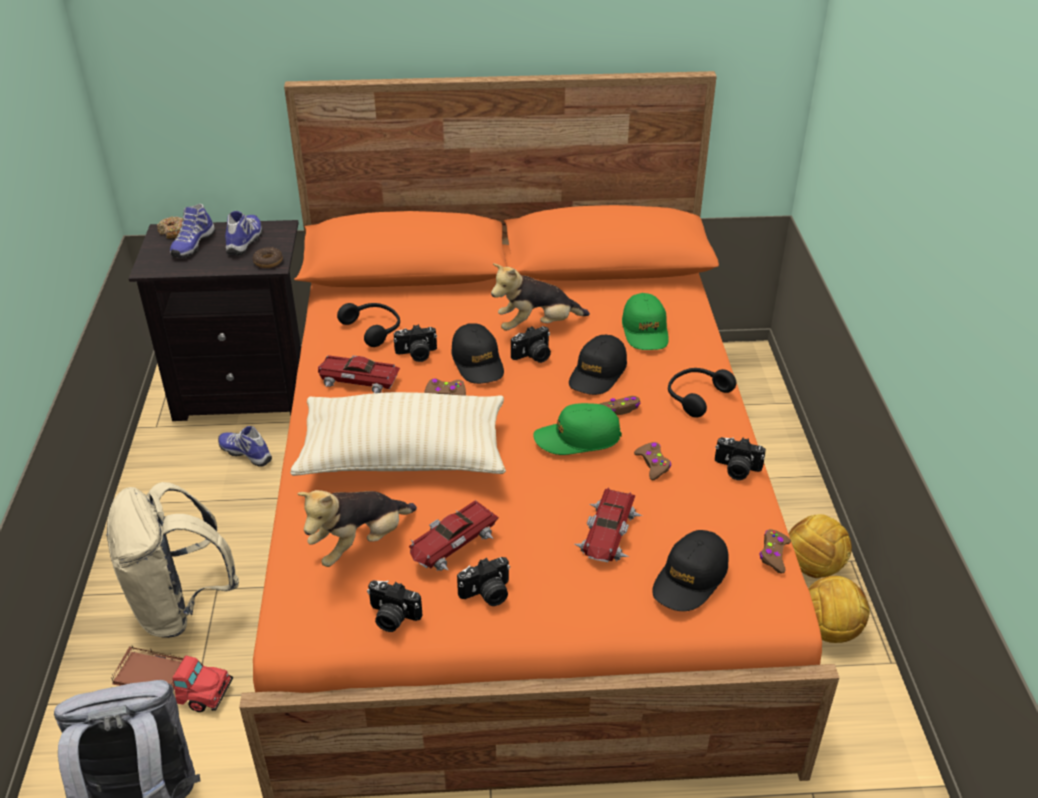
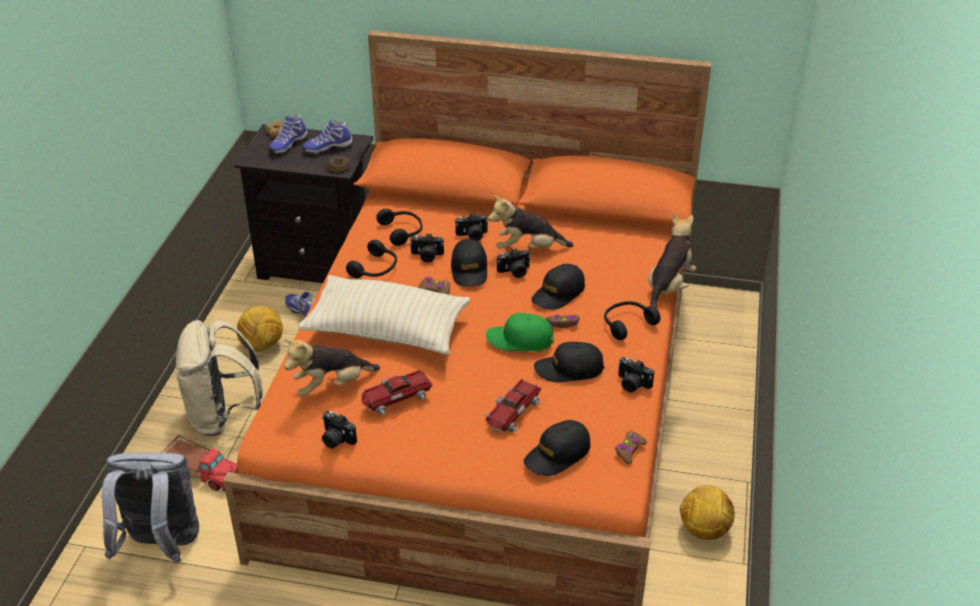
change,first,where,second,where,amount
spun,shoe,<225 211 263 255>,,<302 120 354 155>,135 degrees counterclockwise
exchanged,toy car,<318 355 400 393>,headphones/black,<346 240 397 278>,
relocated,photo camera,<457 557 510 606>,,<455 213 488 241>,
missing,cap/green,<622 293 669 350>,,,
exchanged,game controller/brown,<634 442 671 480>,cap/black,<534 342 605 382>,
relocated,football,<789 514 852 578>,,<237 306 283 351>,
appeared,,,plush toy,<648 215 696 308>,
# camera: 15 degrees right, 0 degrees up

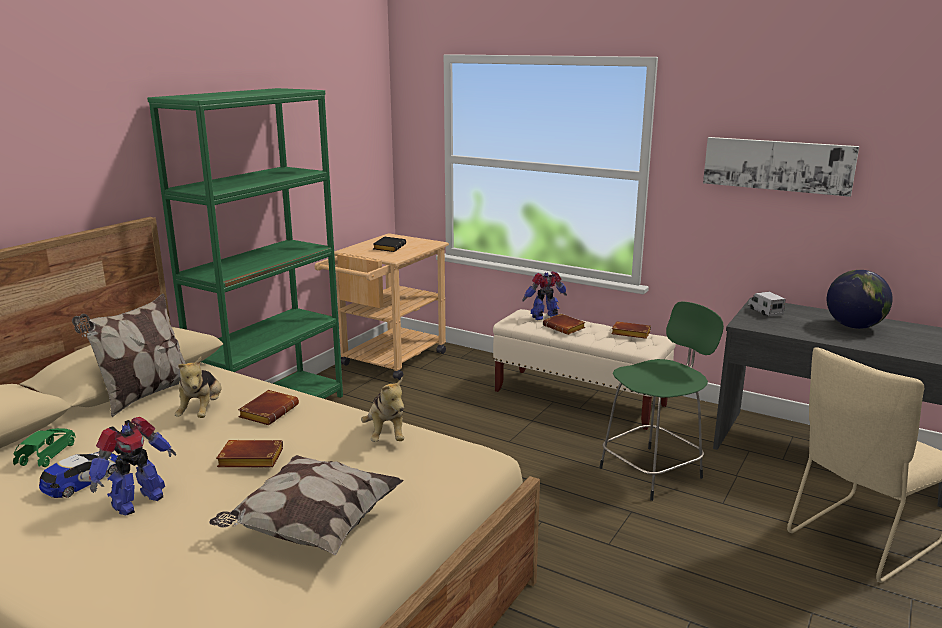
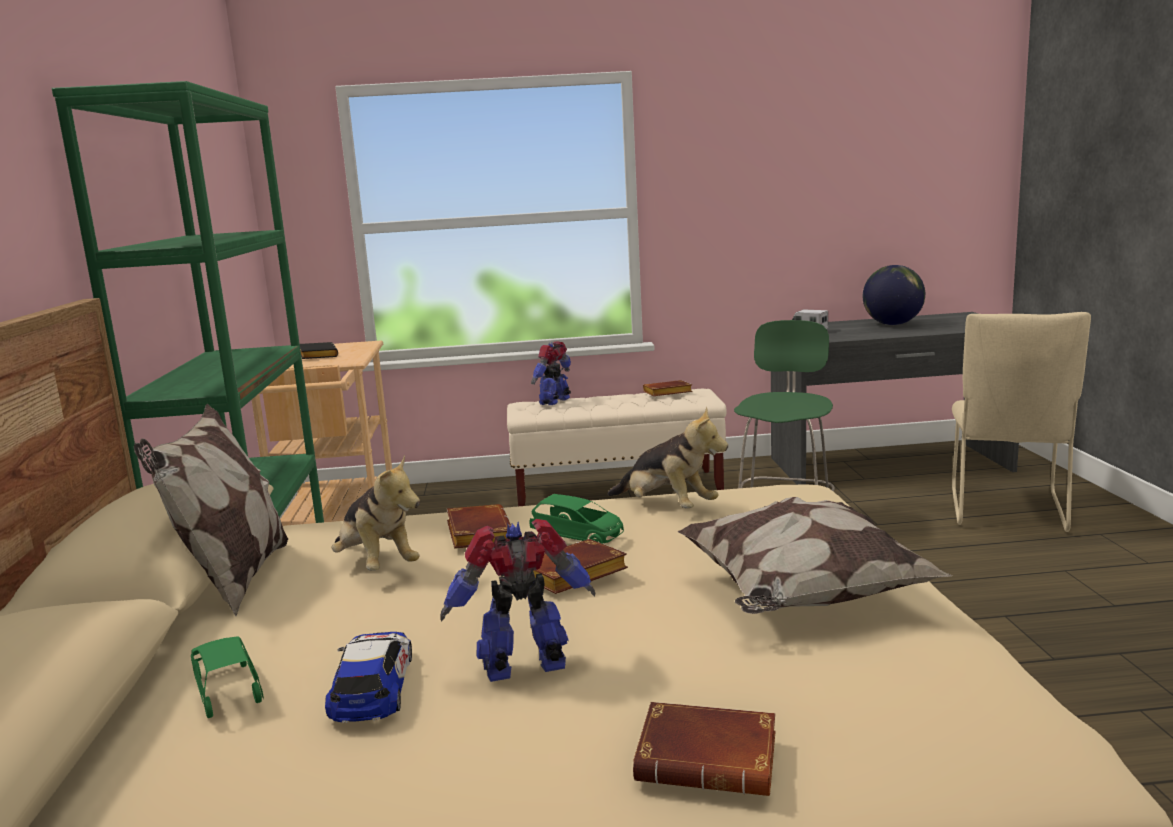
change,first,where,second,where,amount
spun,toy robot,<89 417 176 516>,,<440 519 595 682>,105 degrees counterclockwise
relocated,book/brown,<543 313 585 335>,,<633 702 776 796>,
missing,picture,<703 137 859 197>,,,
appeared,,,toy car/green,<529 494 624 544>,
# camera: 35 degrees left, 5 degrees down

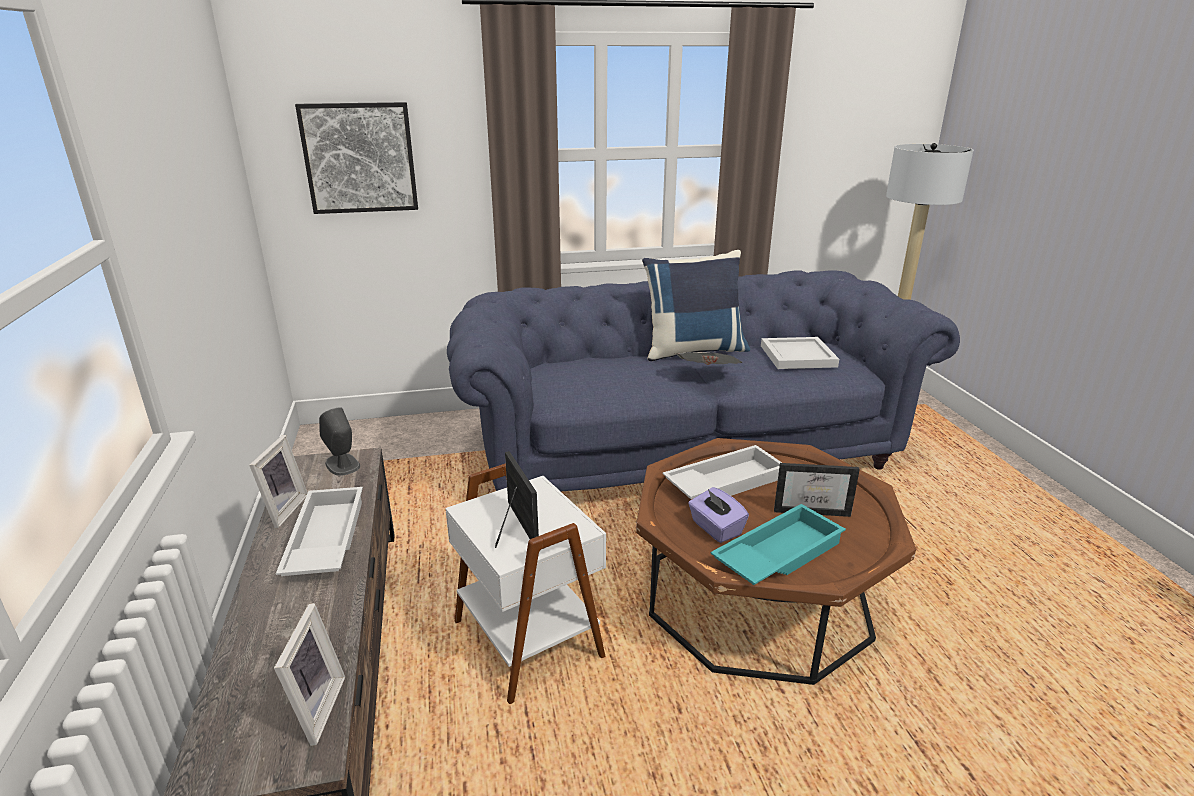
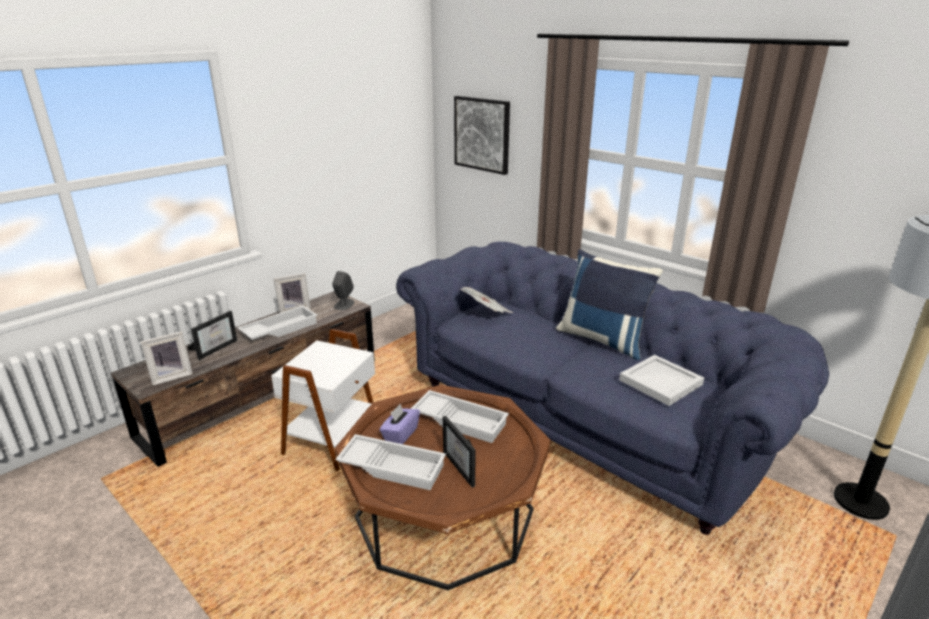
change,first,where,second,where,amount
relocated,picture frame,<495 451 539 548>,,<188 311 237 360>,
relocated,newspaper,<675 352 742 365>,,<461 287 513 313>,
colour,tray/turquoise,<710 504 846 585>,tray/white,<336 434 446 490>,
# camera: 55 degrees right, 0 degrees up

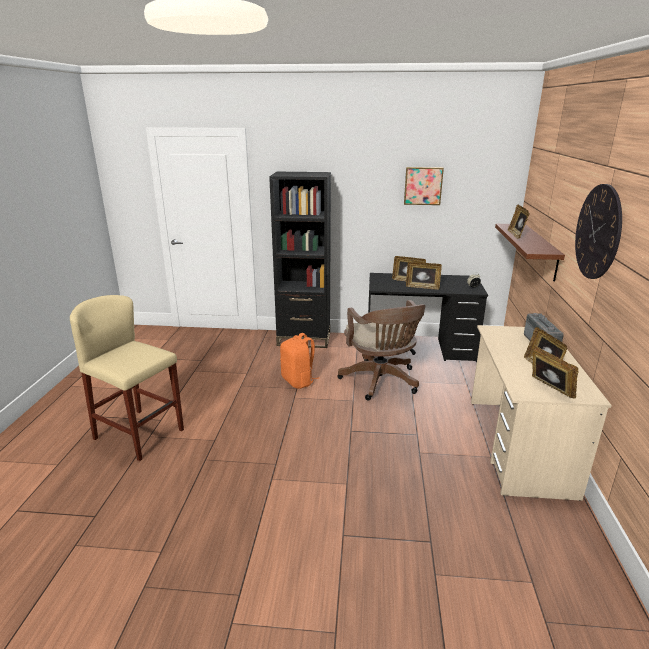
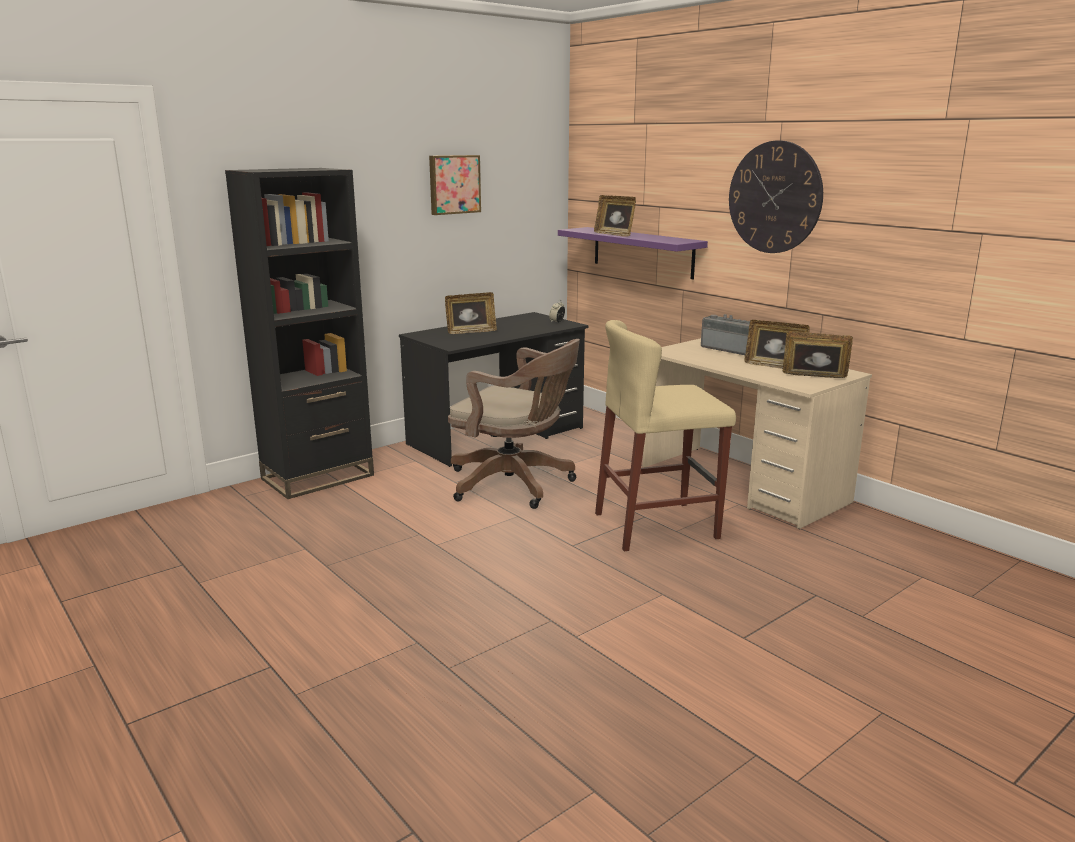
change,first,where,second,where,amount
relocated,stool/beige,<70 295 184 461>,,<595 320 736 551>,
missing,backpack/orange,<280 333 319 389>,,,
missing,picture frame,<406 262 442 290>,,,
colour,shelf/brown,<495 224 565 282>,shelf/purple,<558 227 708 279>,
# camera: 45 degrees left, 5 degrees down

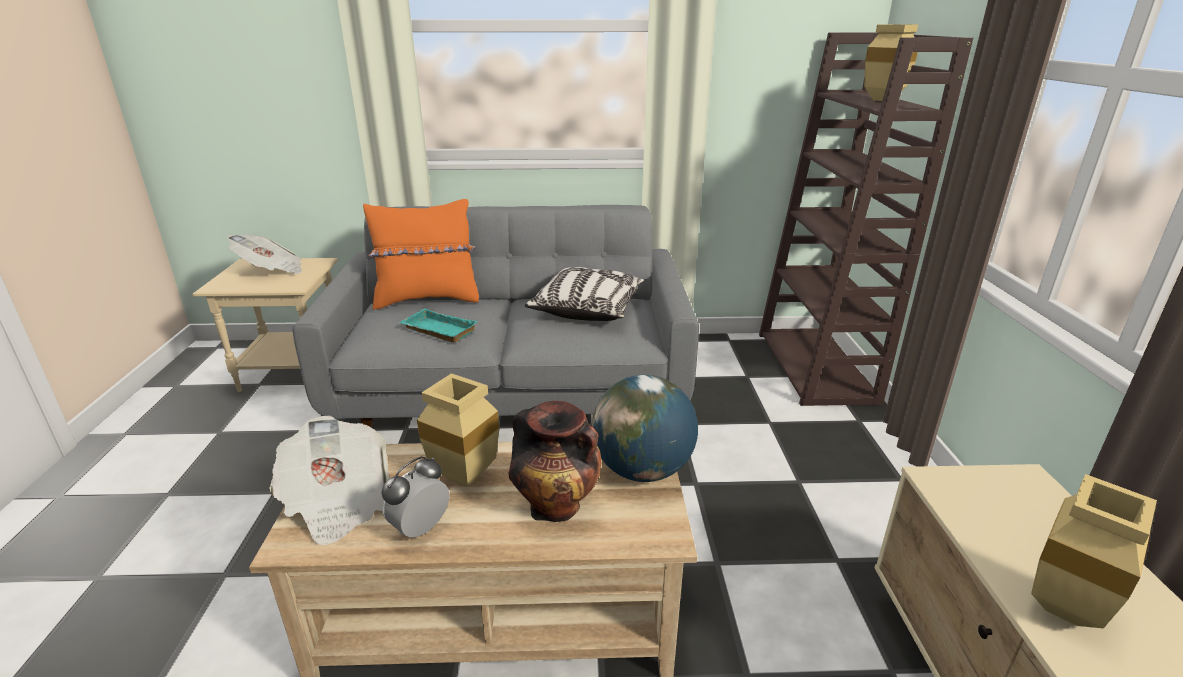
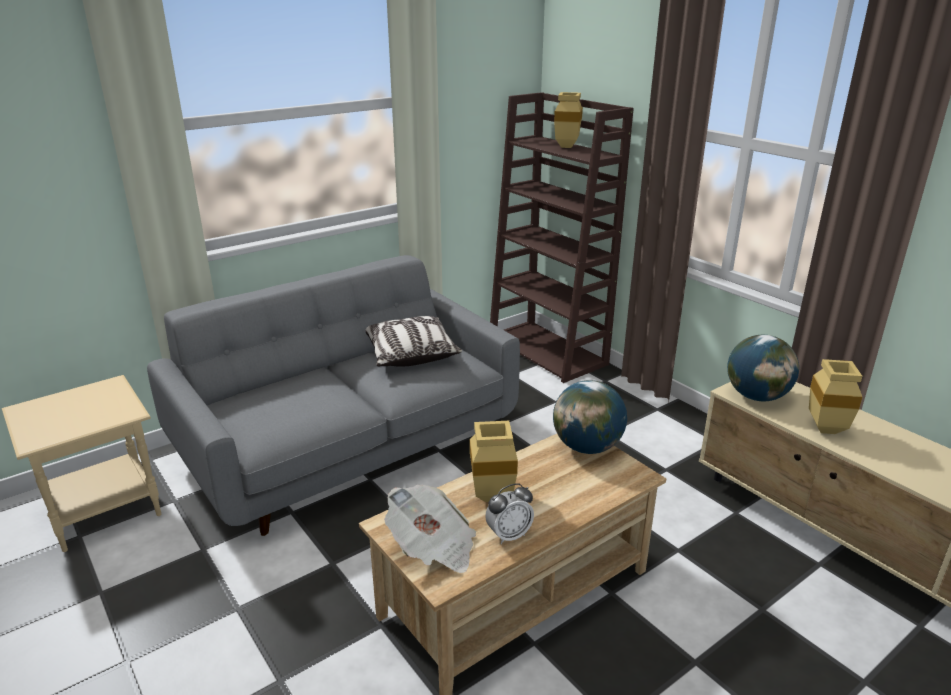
change,first,where,second,where,amount
missing,newspaper,<227 235 302 274>,,,
missing,pillow/orange,<363 199 479 310>,,,
spun,alarm clock,<382 457 450 537>,,<485 483 534 544>,120 degrees counterclockwise
missing,tray/turquoise,<399 308 478 343>,,,
missing,vase,<508 401 601 522>,,,
appeared,,,globe,<727 335 799 401>,
# camera: 35 degrees left, 0 degrees up

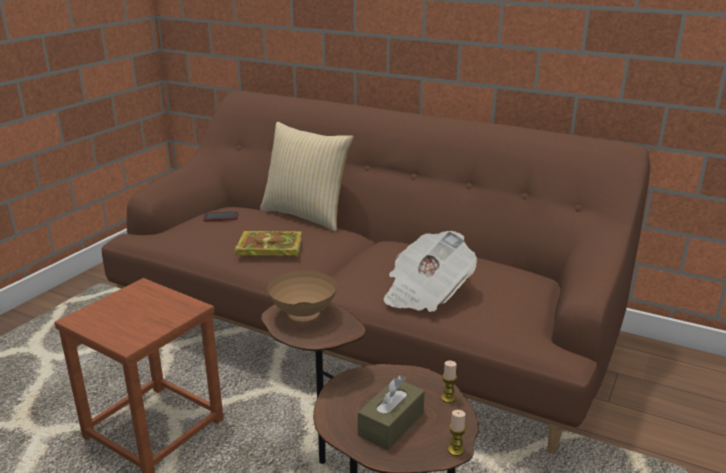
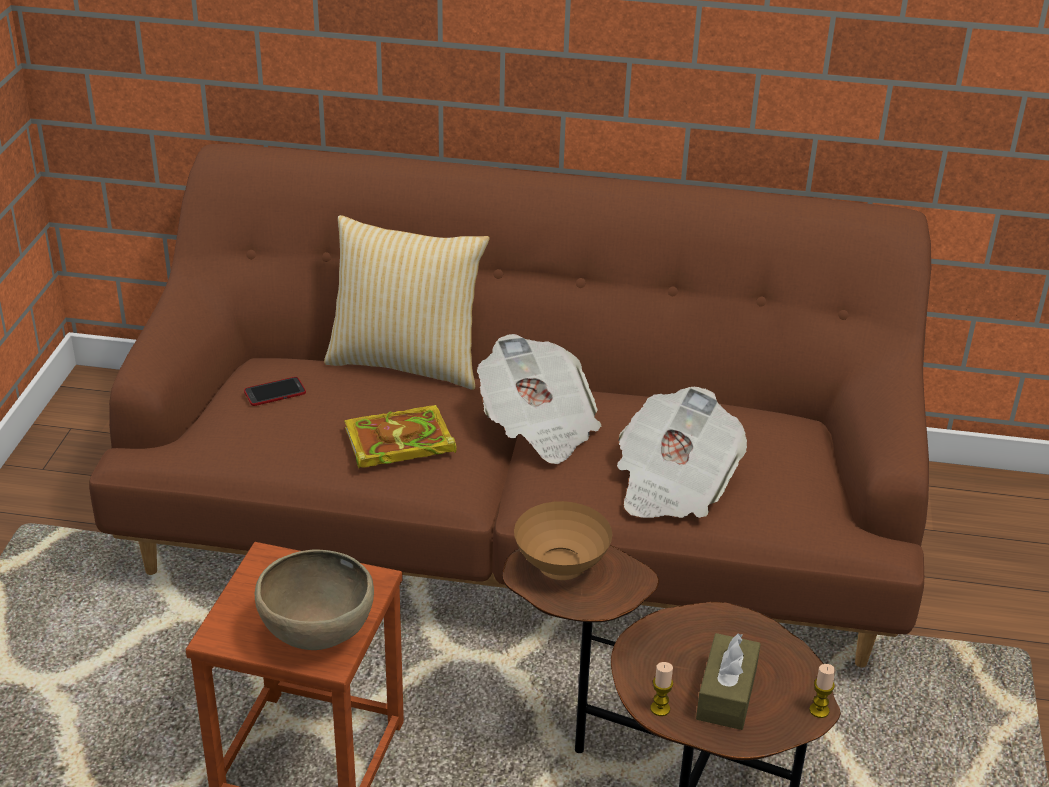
change,first,where,second,where,amount
relocated,candle,<441 361 457 403>,,<650 662 673 716>,
appeared,,,bowl/brown,<255 550 374 650>,
appeared,,,newspaper,<477 334 601 464>,
# camera: 20 degrees left, 10 degrees up

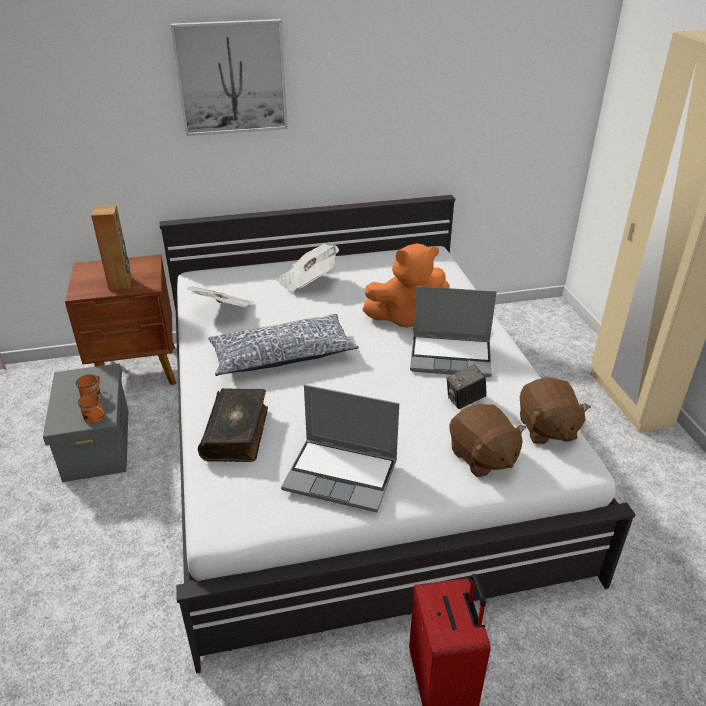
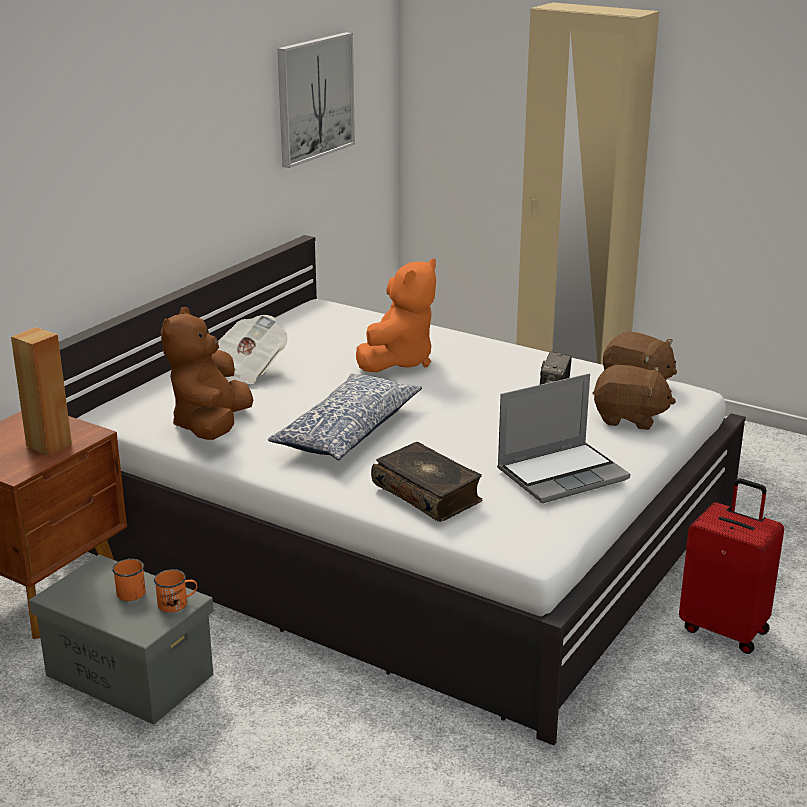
change,first,where,second,where,amount
relocated,picture,<171 19 287 136>,,<277 32 355 168>,
exchanged,newspaper,<187 287 255 308>,plush toy/brown,<161 307 253 440>,
missing,laptop,<410 286 497 377>,,,
# camera: 45 degrees left, 10 degrees down

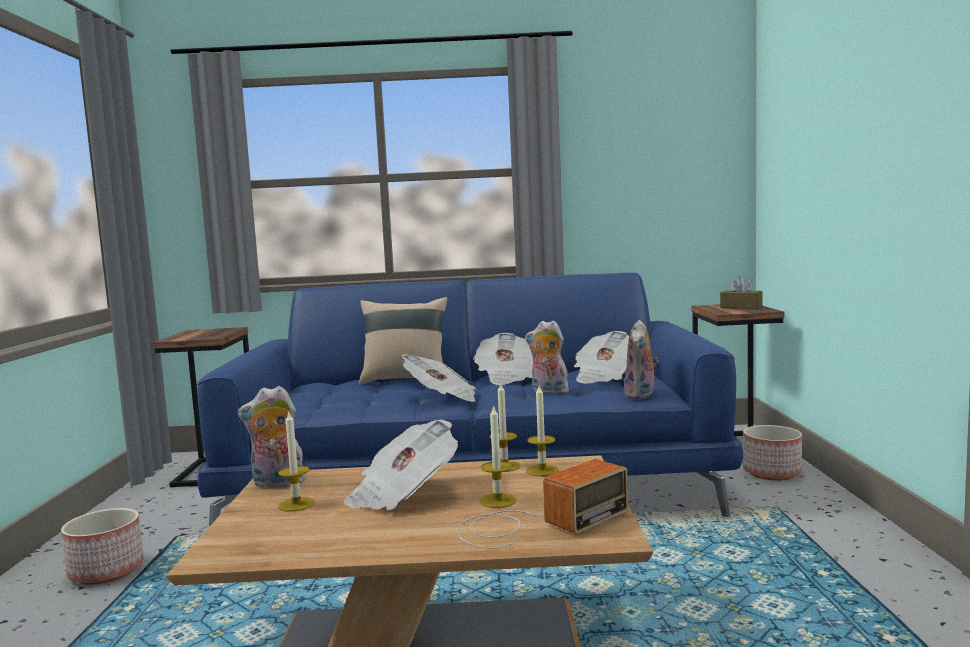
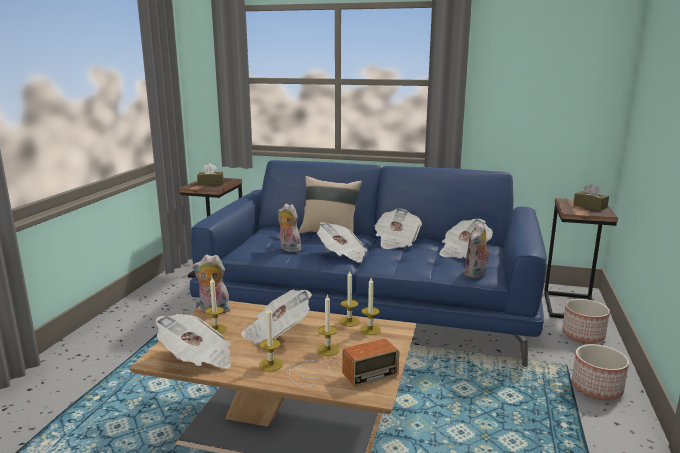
change,first,where,second,where,amount
relocated,planter,<61 508 144 585>,,<572 344 629 400>,
relocated,plush toy,<525 320 569 394>,,<277 203 301 252>,
appeared,,,newspaper,<156 314 231 369>,
appeared,,,tissue box/brown,<197 163 223 185>,
appeared,,,candle,<259 306 283 372>,
# camera: 15 degrees right, 10 degrees up

